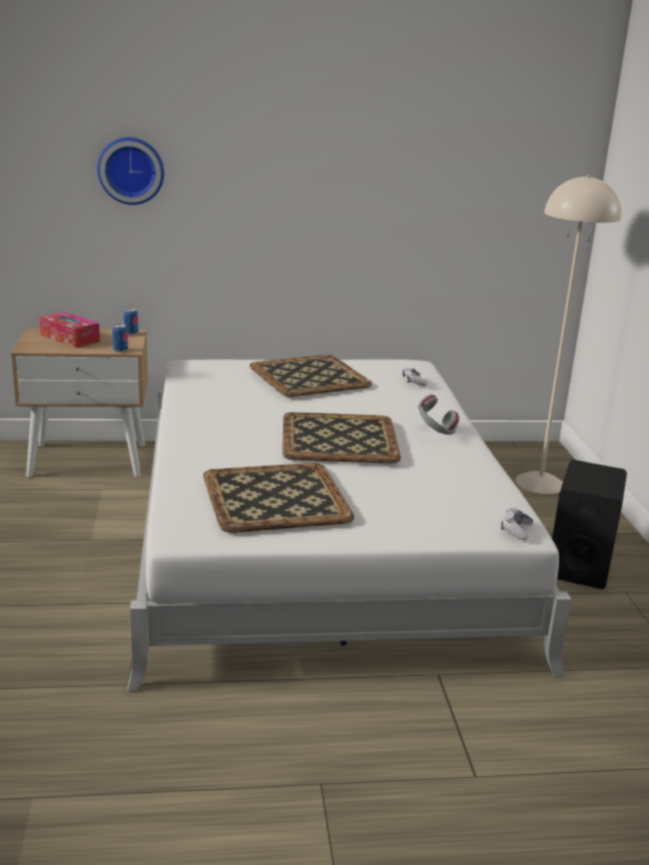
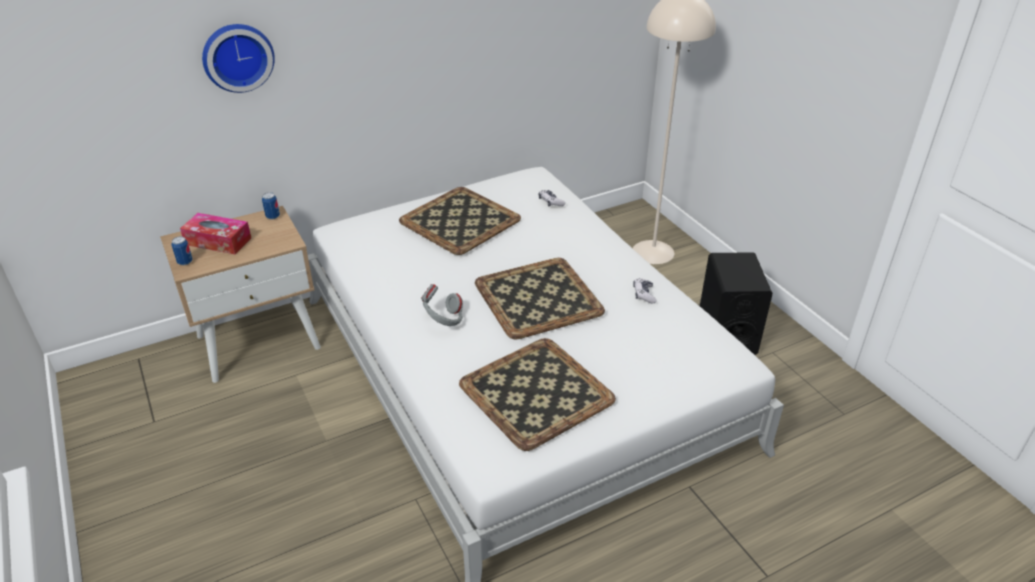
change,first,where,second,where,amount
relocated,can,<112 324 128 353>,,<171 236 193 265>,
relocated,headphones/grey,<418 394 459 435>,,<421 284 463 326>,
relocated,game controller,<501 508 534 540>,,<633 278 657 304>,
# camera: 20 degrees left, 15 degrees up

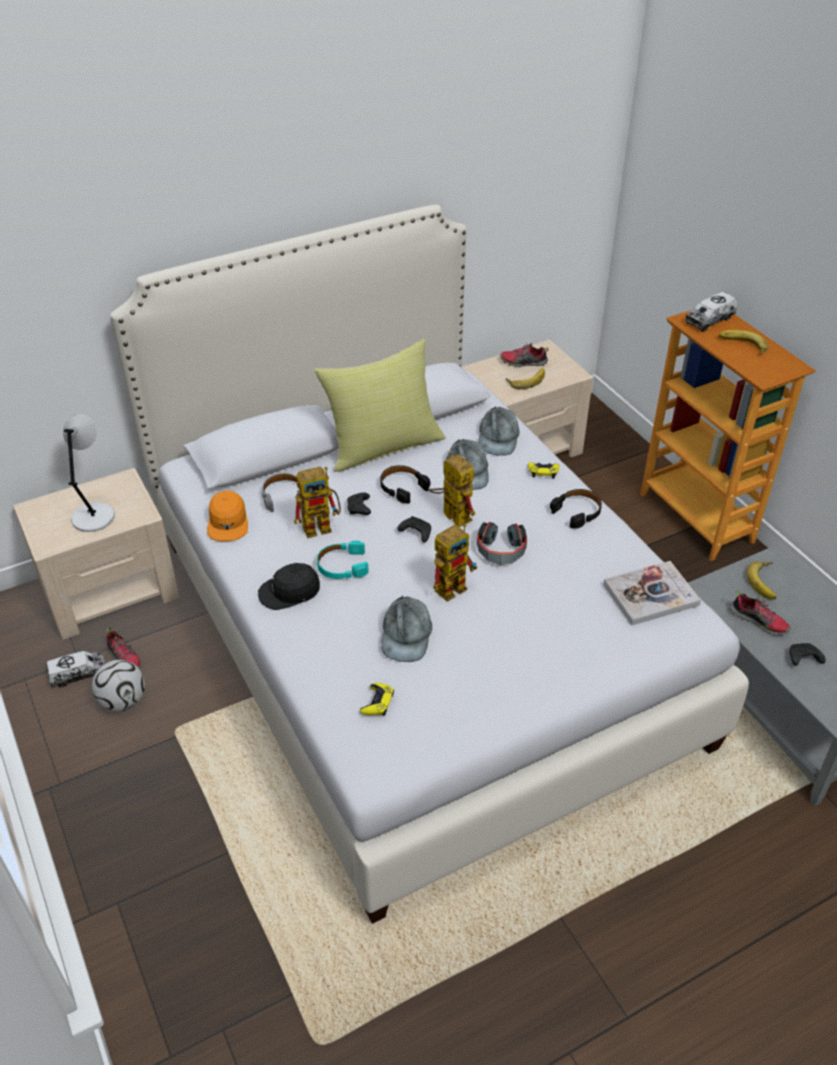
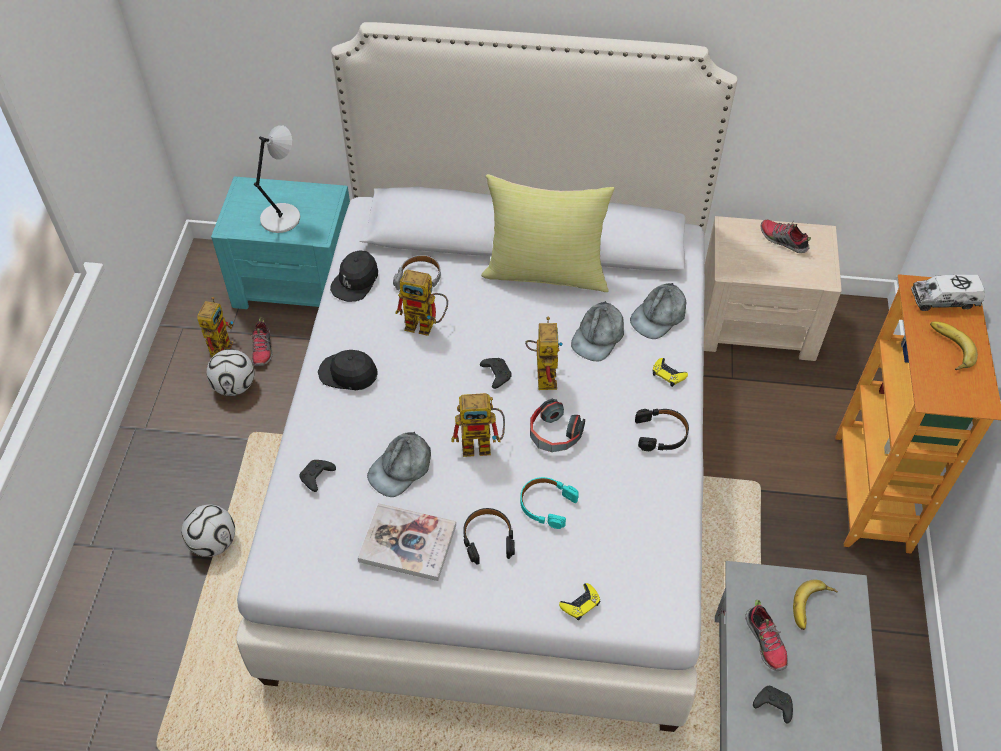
change,first,where,second,where,amount
colour,nightstand/beige,<13 468 180 640>,nightstand/turquoise,<211 176 350 309>,
exchanged,toy truck,<47 651 105 688>,toy robot,<197 297 234 357>,
colour,cap/orange,<207 490 248 541>,cap/black,<330 250 378 302>,
relocated,headphones/turquoise,<317 541 369 579>,,<520 477 579 529>,
relocated,game controller/black,<347 493 371 515>,,<299 460 336 492>,
relocated,game controller/yellow,<360 683 394 716>,,<559 583 600 620>,
relocated,headphones/black,<380 465 430 504>,,<463 508 515 565>,
missing,banana,<506 368 545 389>,,,
relocated,book,<603 561 701 625>,,<358 503 456 581>,
appeared,,,football,<182 505 235 557>,
# camera: 35 degrees right, 10 degrees up

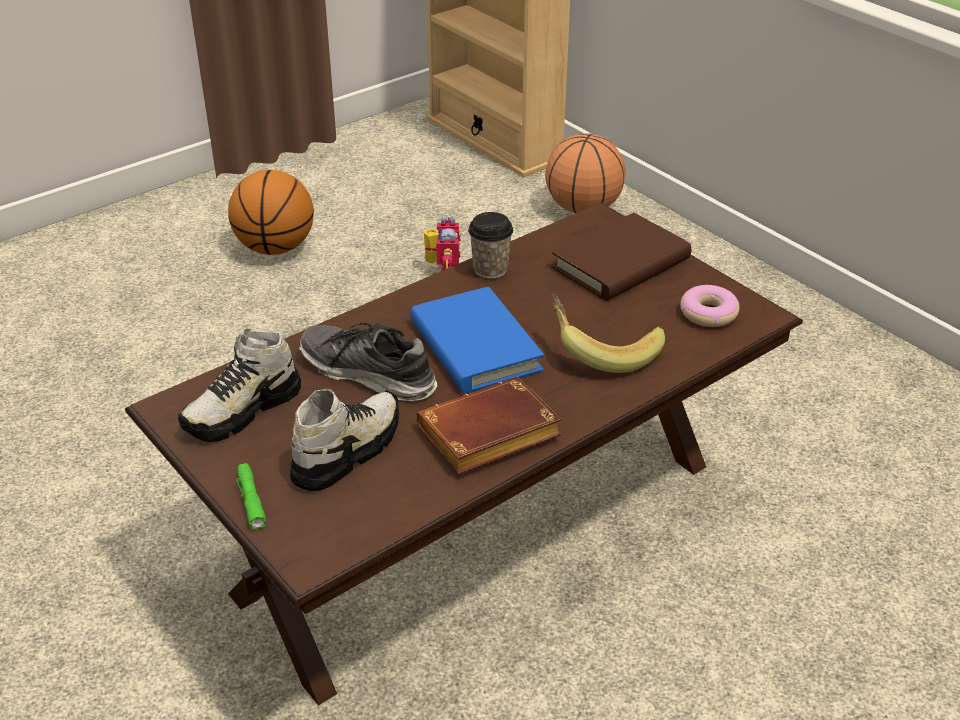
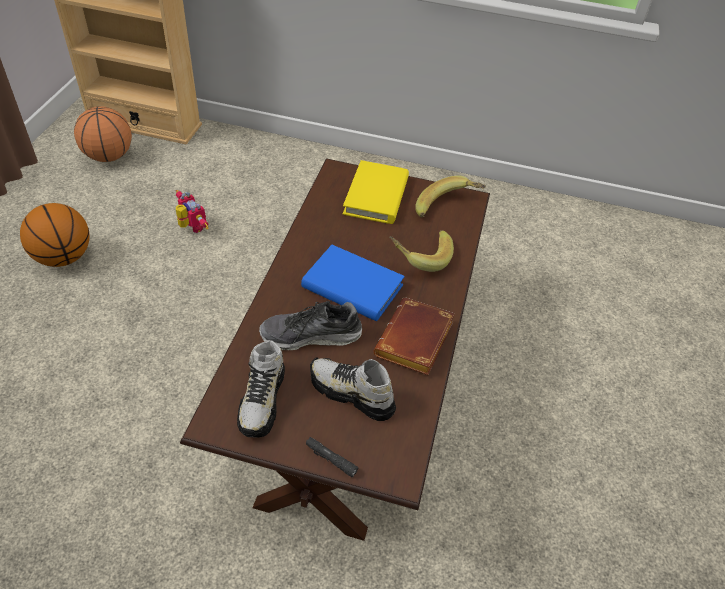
change,first,where,second,where,amount
colour,flashlight/green,<237 463 266 530>,flashlight/black,<306 437 358 477>,
spun,shoe,<290 389 399 491>,,<310 357 396 421>,60 degrees counterclockwise
missing,cup,<468 212 513 279>,,,
relocated,basketball,<545 133 626 213>,,<74 106 132 162>,
colour,book/brown,<551 213 691 301>,book/yellow,<343 160 409 224>,
exchanged,donut,<680 285 739 327>,banana,<415 176 486 217>,
# camera: 40 degrees left, 10 degrees up

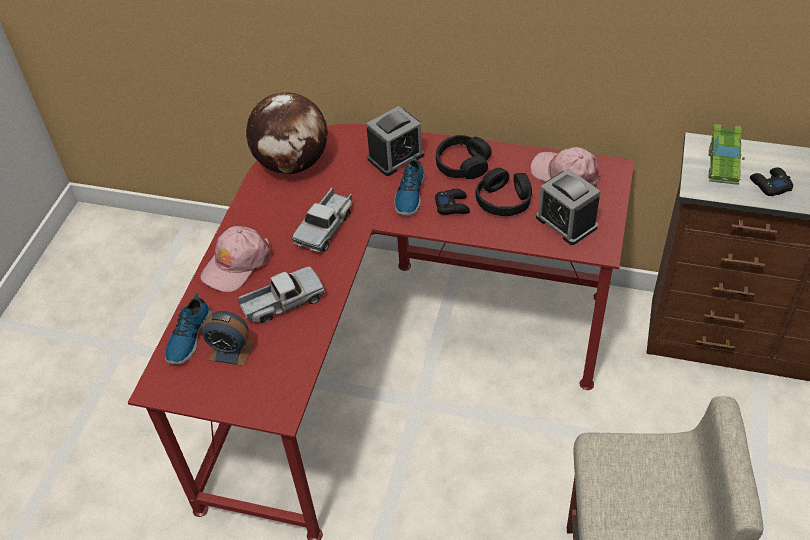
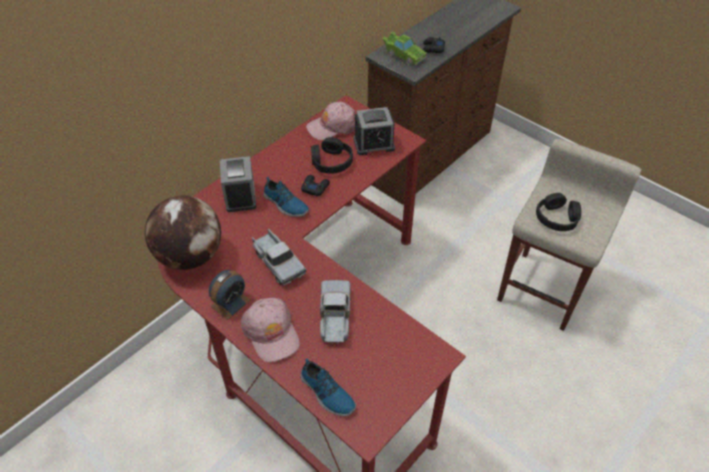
change,first,where,second,where,amount
relocated,alarm clock,<202 311 255 366>,,<209 270 250 320>,
relocated,headphones/black,<436 135 491 179>,,<536 193 581 231>,
# camera: 65 degrees left, 0 degrees up

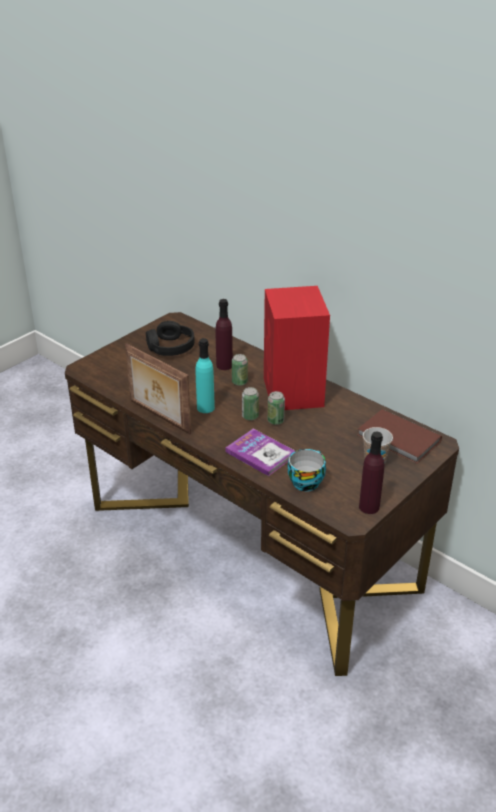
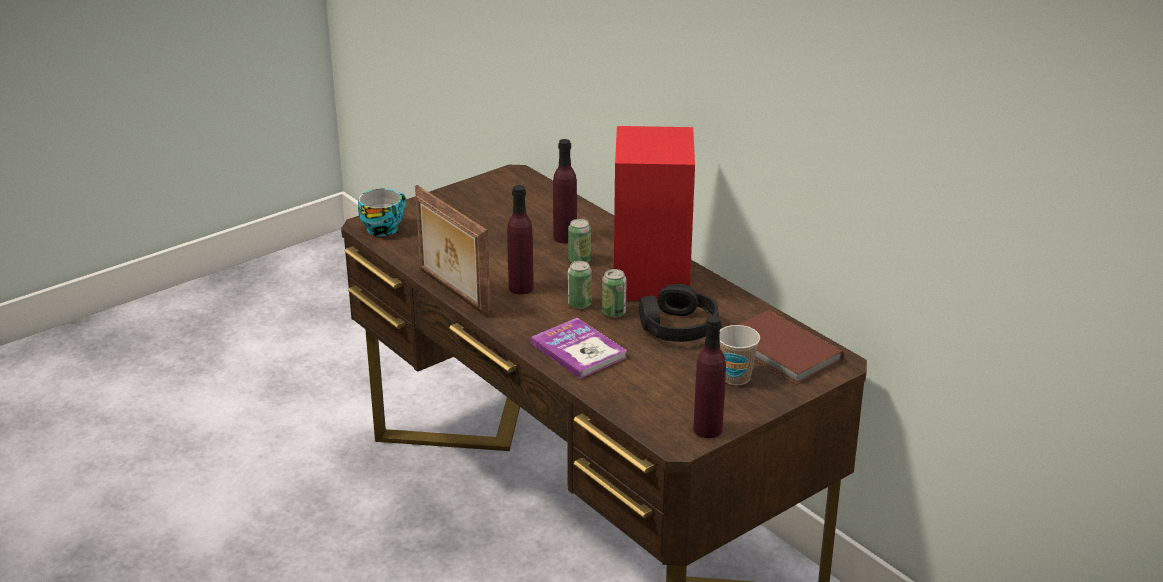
change,first,where,second,where,amount
relocated,headphones/black,<146 321 195 356>,,<639 284 719 342>,
colour,bottle/turquoise,<196 338 215 413>,bottle/purple,<507 185 534 294>,
relocated,cup,<288 449 326 492>,,<358 189 407 236>,
# camera: 10 degrees right, 5 degrees down

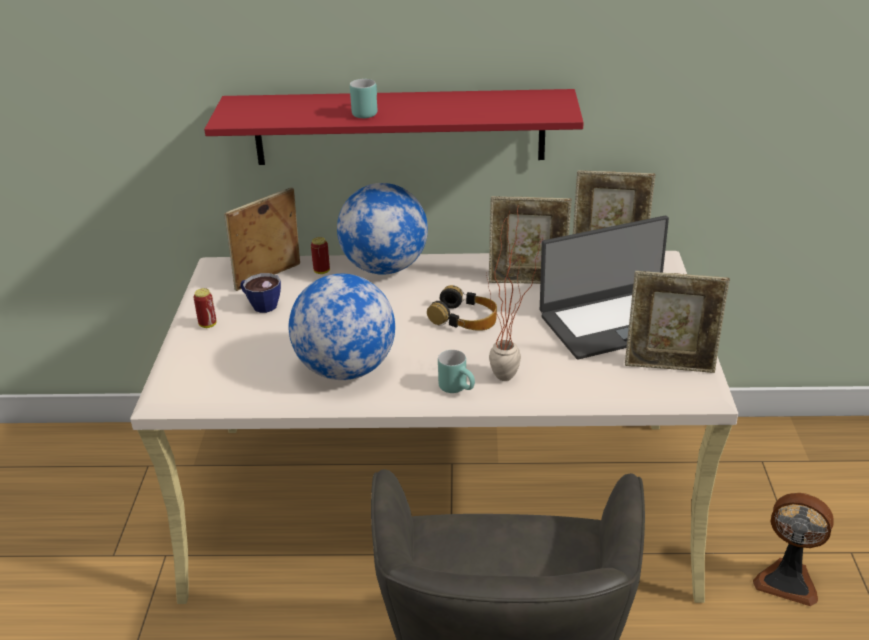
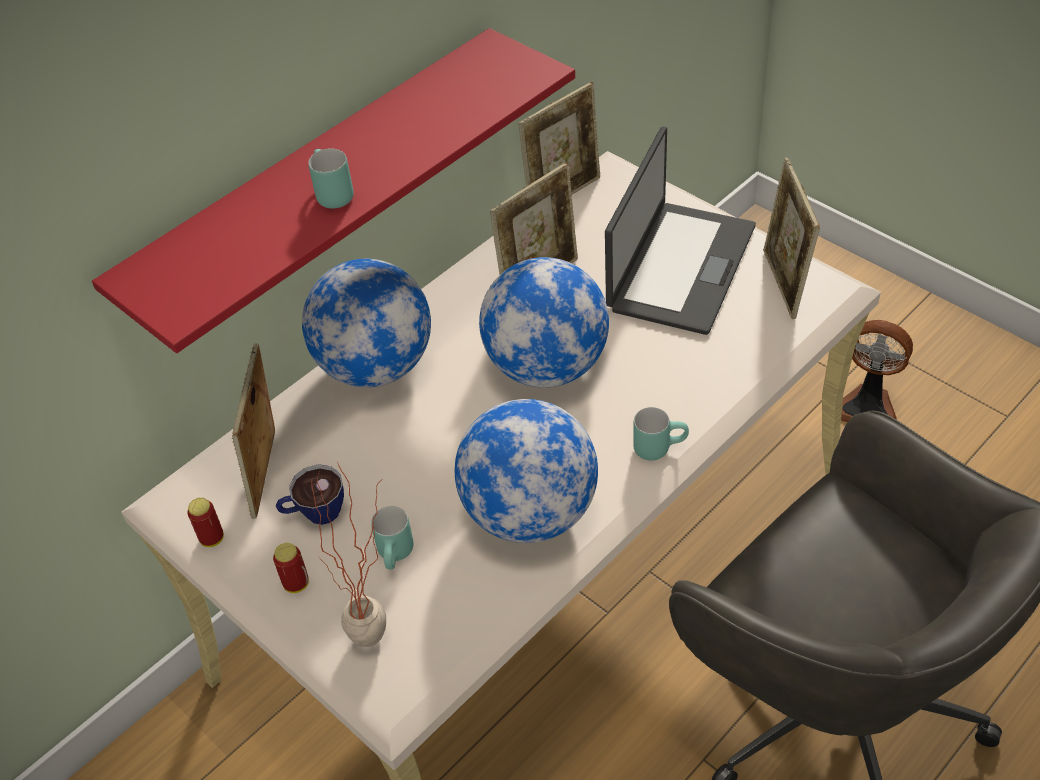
change,first,where,second,where,amount
relocated,can,<311 237 330 274>,,<188 497 224 547>,
exchanged,headphones,<427 285 497 331>,globe,<479 257 609 388>,
relocated,potted plant,<486 209 543 381>,,<312 462 386 647>,
spun,picture frame,<625 271 730 373>,,<763 158 820 319>,120 degrees clockwise
spun,fan,<753 493 833 606>,,<841 320 913 422>,45 degrees clockwise
appeared,,,mug/turquoise,<371 506 414 570>,
# camera: 45 degrees left, 15 degrees up

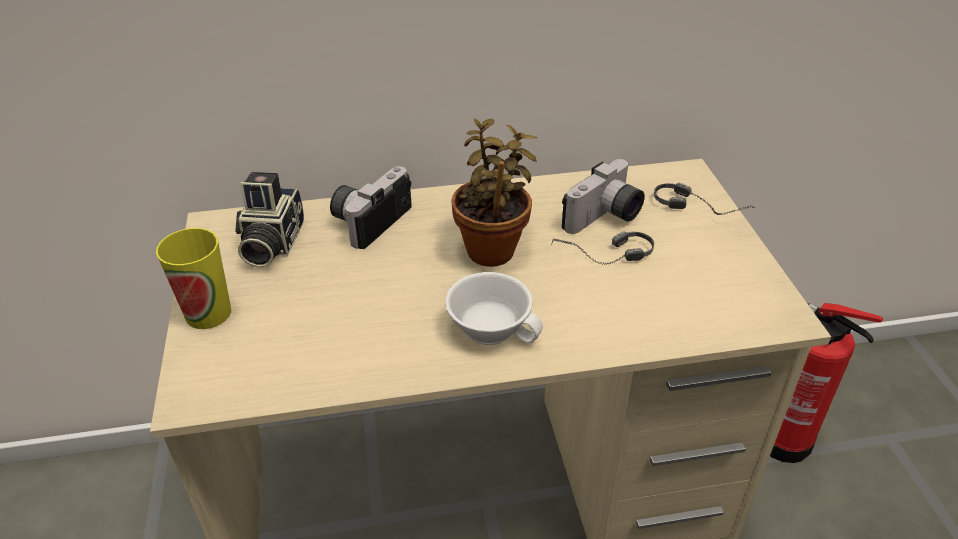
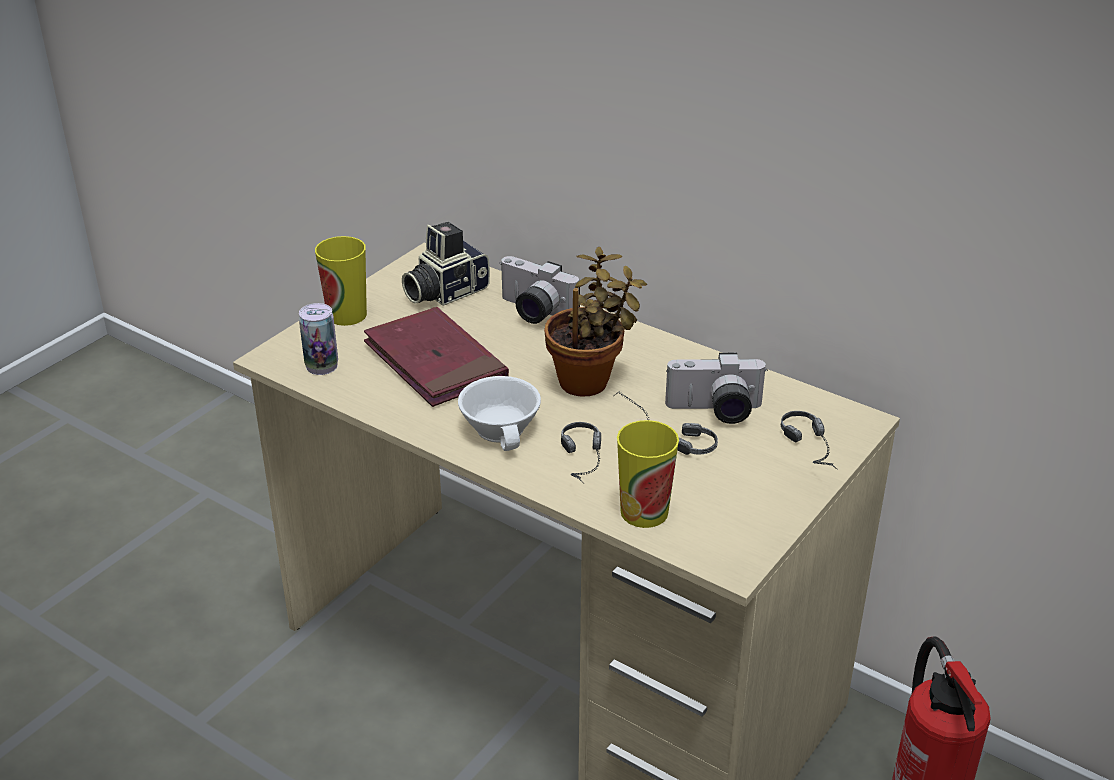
change,first,where,second,where,amount
spun,photo camera,<330 166 412 249>,,<499 256 580 324>,135 degrees counterclockwise
appeared,,,can,<299 303 338 375>,
appeared,,,book/red,<364 307 509 407>,
appeared,,,headphones,<561 422 601 484>,
appeared,,,cup,<617 420 679 528>,
# camera: 45 degrees right, 5 degrees down

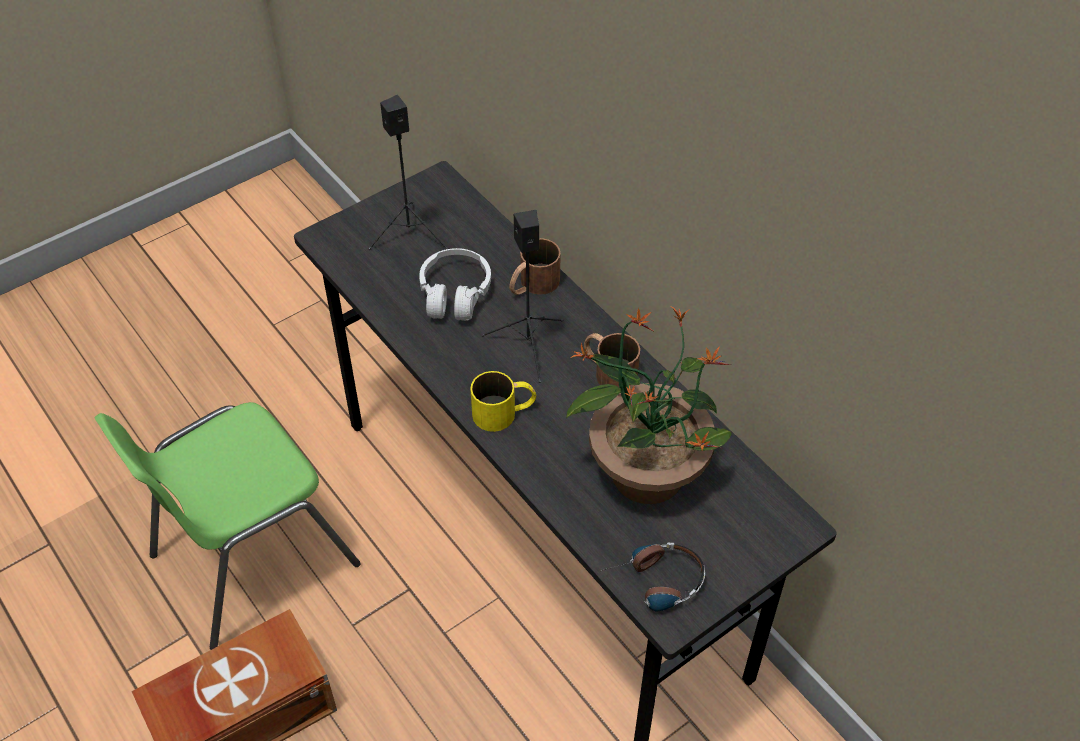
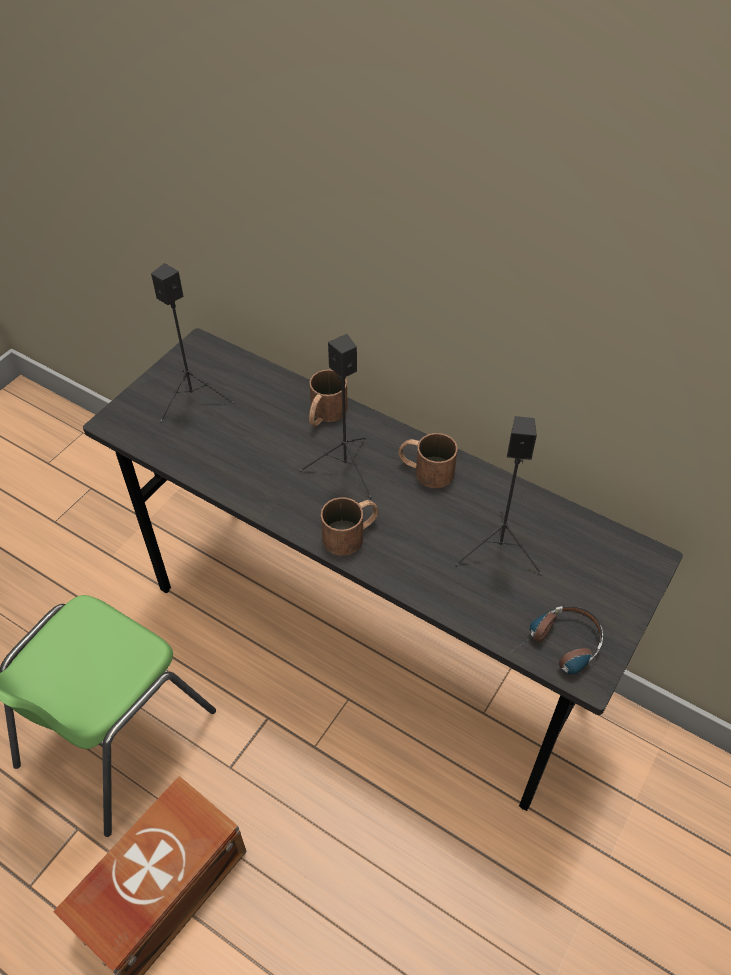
change,first,where,second,where,amount
missing,headphones/white,<419 248 491 321>,,,
colour,mug/yellow,<470 371 536 432>,mug/brown,<321 497 379 556>,
exchanged,potted plant,<566 307 732 504>,speaker/black,<455 416 543 575>,
# camera: 20 degrees left, 0 degrees up

